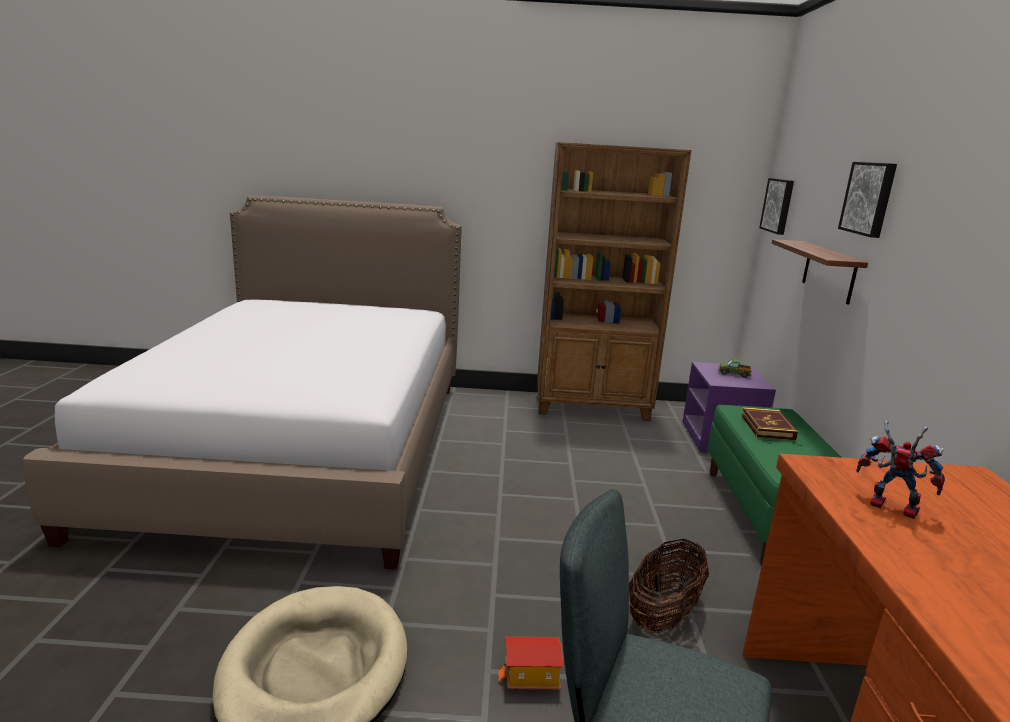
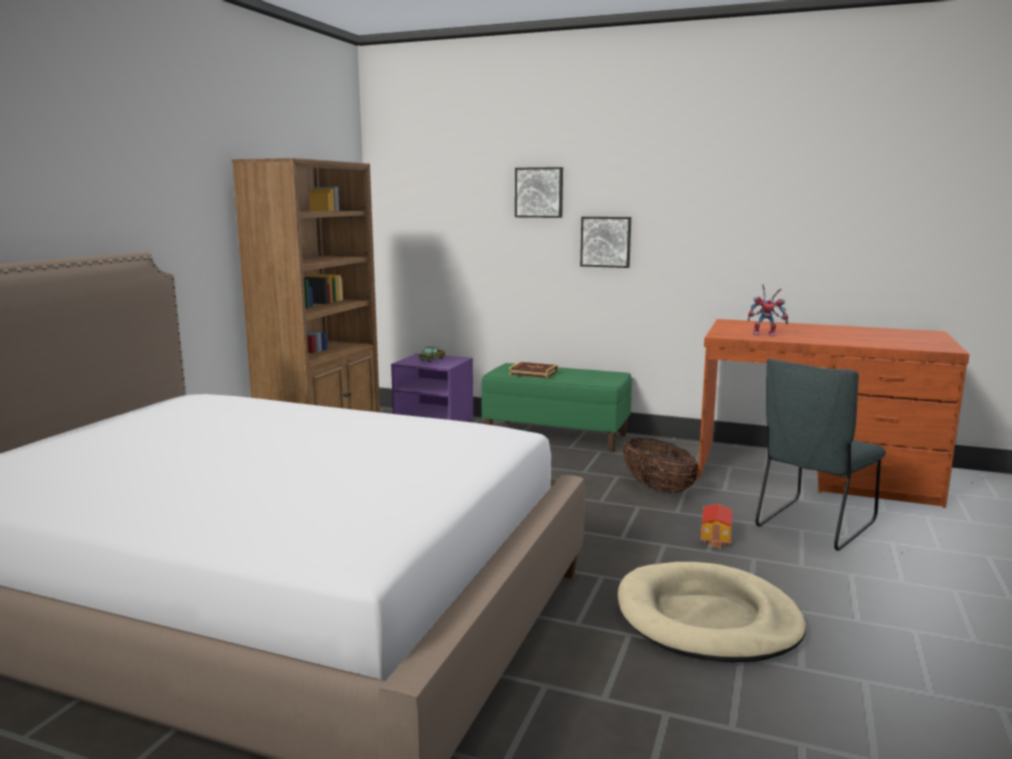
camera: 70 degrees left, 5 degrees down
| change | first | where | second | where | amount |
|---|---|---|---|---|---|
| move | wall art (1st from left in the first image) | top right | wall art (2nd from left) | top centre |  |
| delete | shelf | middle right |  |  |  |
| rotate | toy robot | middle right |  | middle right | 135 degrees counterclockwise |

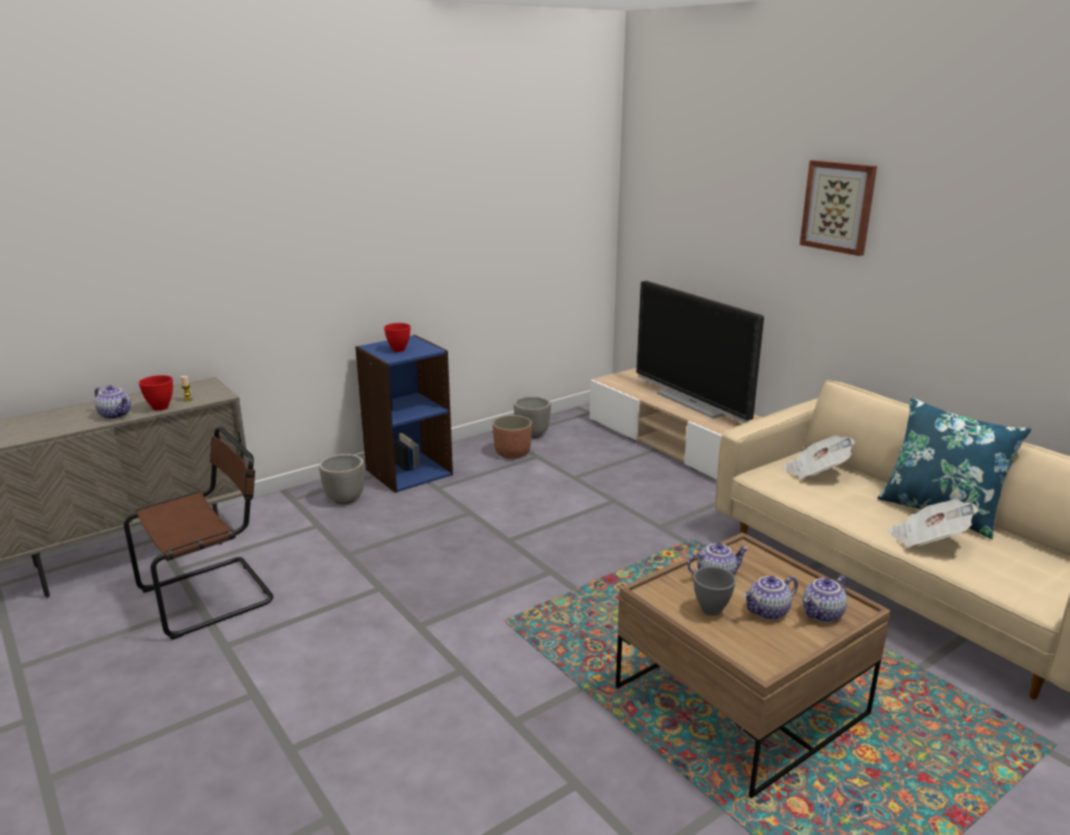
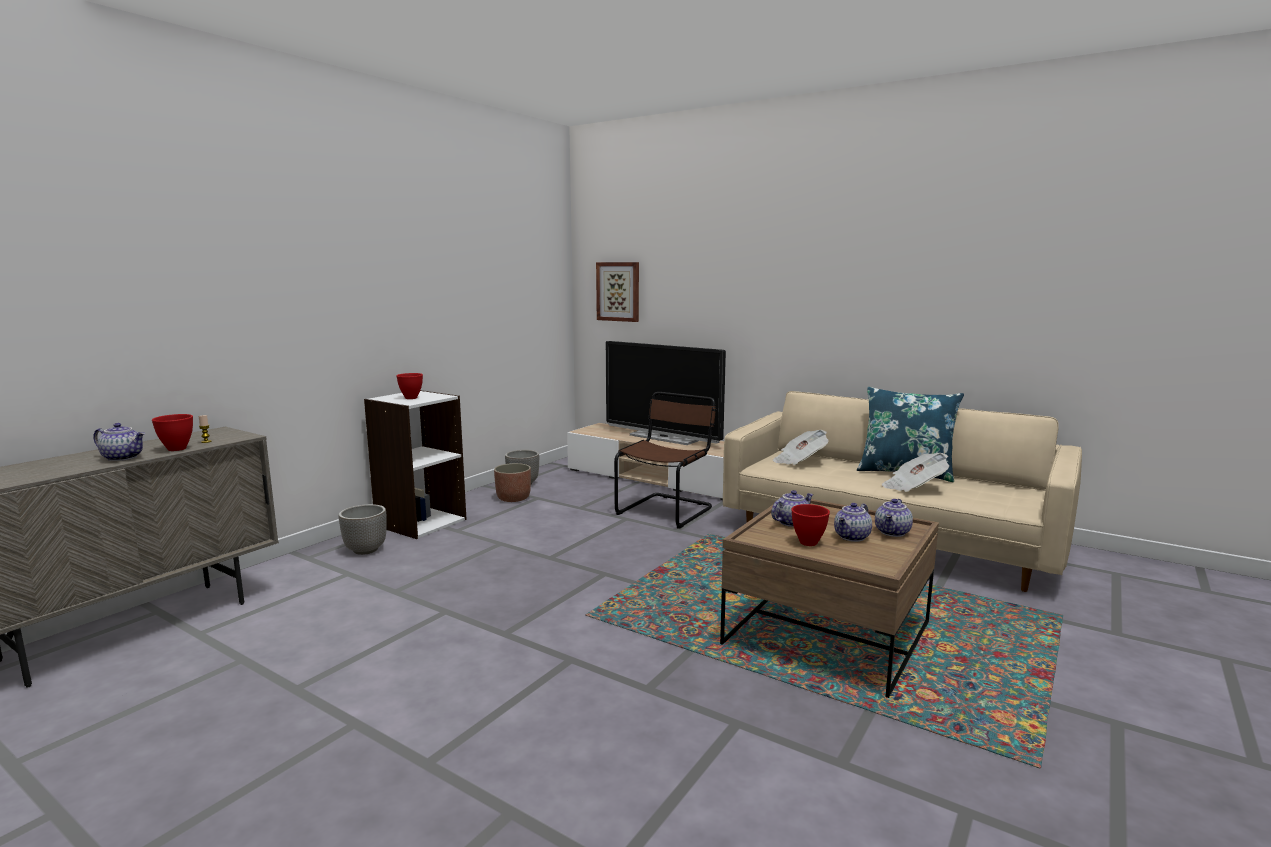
camera: 20 degrees left, 10 degrees down
| change | first | where | second | where | amount |
|---|---|---|---|---|---|
| move | wall art | top right |  | centre |  |
| recolor | blue bookshelf | centre | white bookshelf | middle left |  |
| move | brown-coloured chair | middle left |  | centre |  |
| recolor | greyish bowl | bottom right | red-coloured bowl (3rd from left) | centre |  |

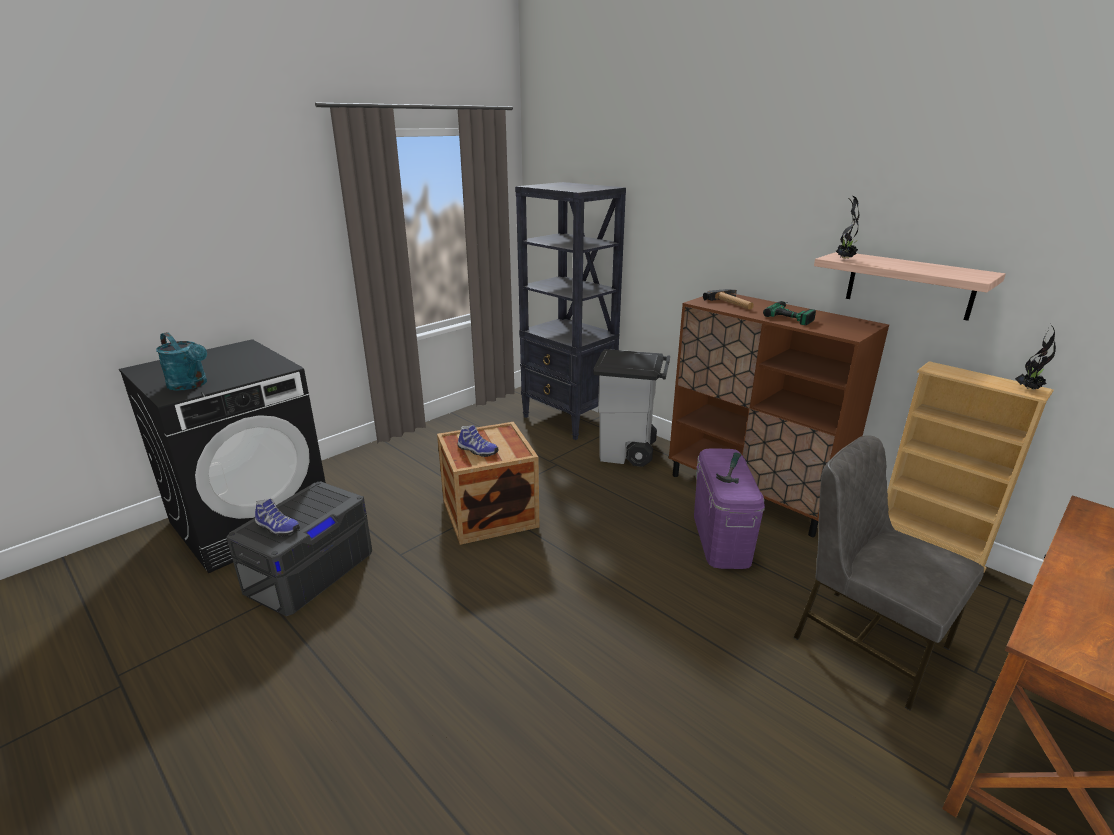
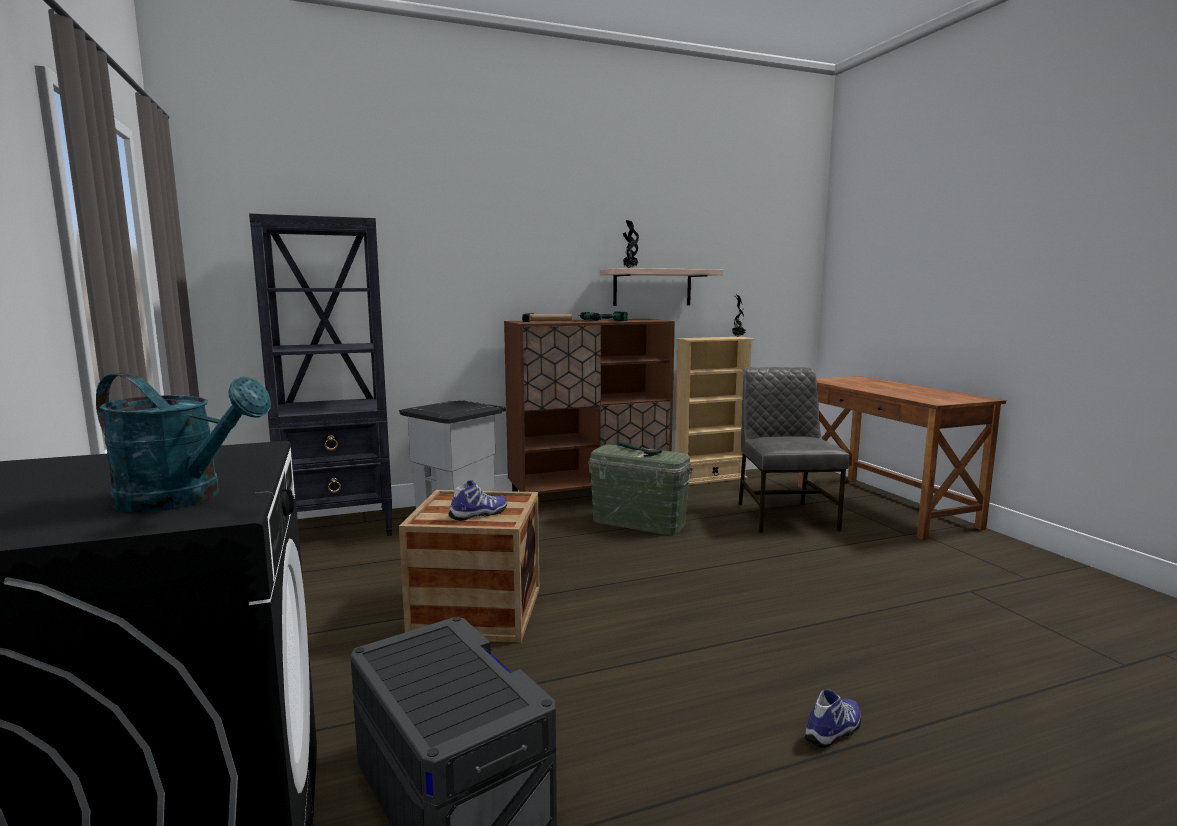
camera: 65 degrees left, 15 degrees down
| change | first | where | second | where | amount |
|---|---|---|---|---|---|
| rotate | turquoise-coloured watering can | middle left |  | middle left | 45 degrees clockwise |
| rotate | greyish chair | bottom right |  | middle right | 105 degrees clockwise |
| recolor | purple storage container | centre | green storage container | centre |  |
| move | low shoe (1st from left in the first image) | middle left | low shoe (2nd from left) | bottom right |  |

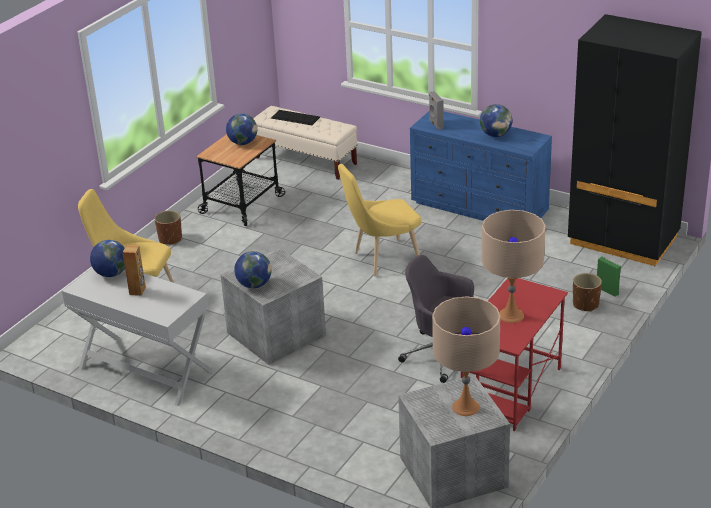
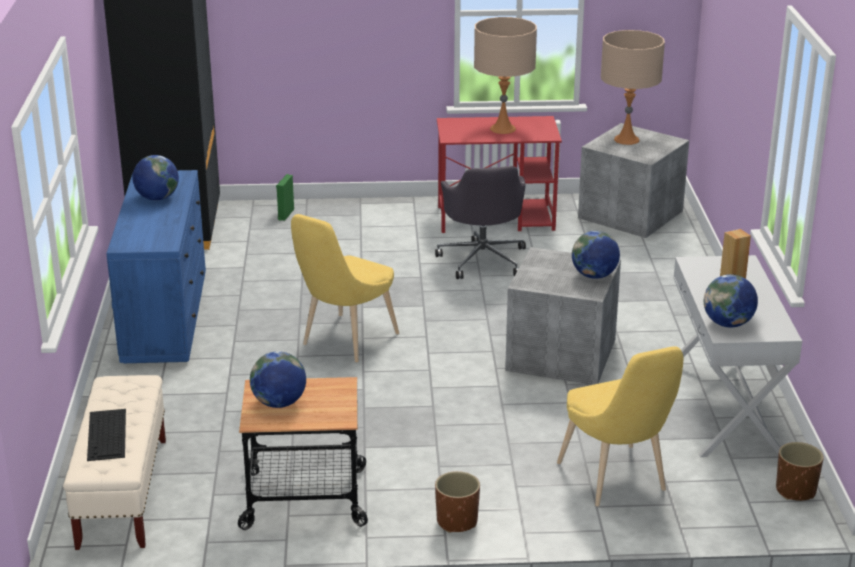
camera: 125 degrees left, 5 degrees down
| change | first | where | second | where | amount |
|---|---|---|---|---|---|
| delete | greyish audio speaker | top centre |  |  |  |
| rotate | yellow-coloured chair (2nd from left in the first image) | centre | yellow-coloured chair (1st from left) | centre | 90 degrees clockwise |
| move | brown-coloured flower pot (2nd from left) | middle right |  | bottom right |  |

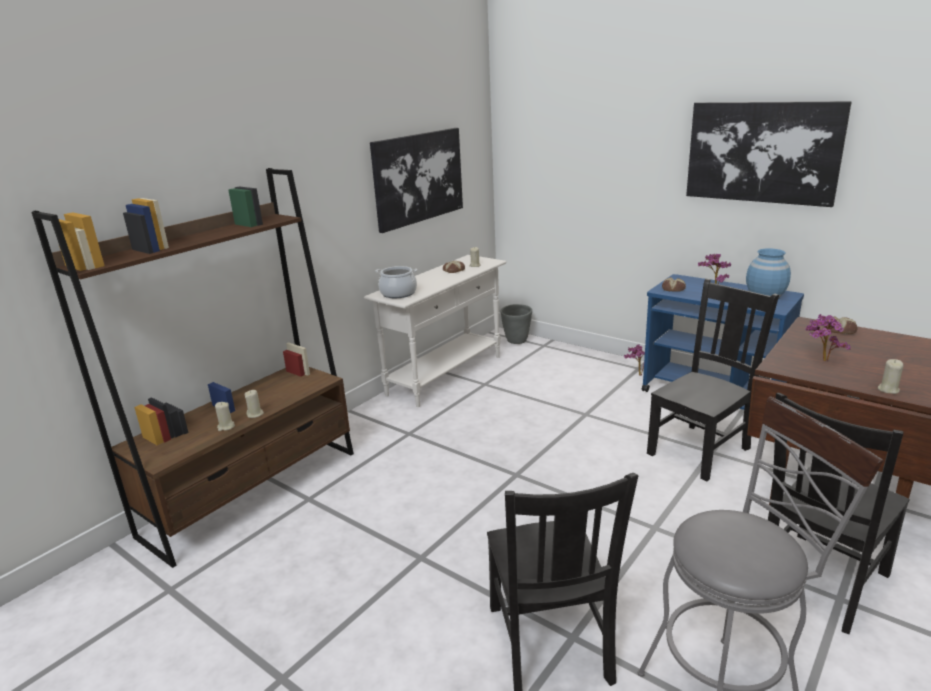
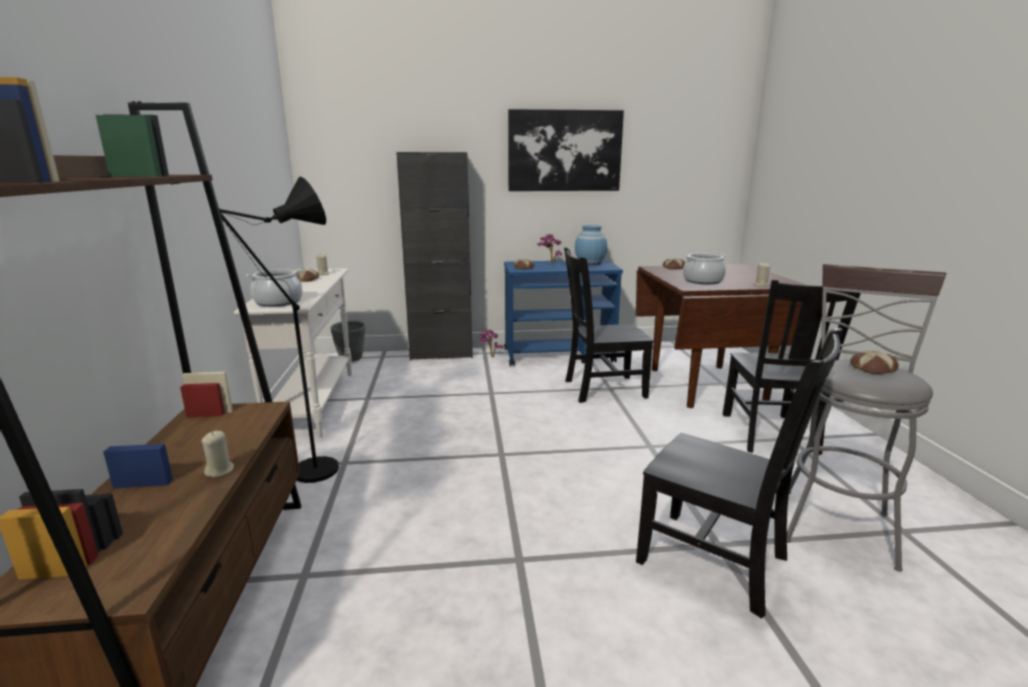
camera: 45 degrees left, 5 degrees down
| change | first | where | second | where | amount |
|---|---|---|---|---|---|
| delete | wall art (1st from left) | top centre |  |  |  |
| rotate | blackish chair (2nd from left in the first image) | middle right | blackish chair (1st from left) | centre | 105 degrees counterclockwise |
| replace | plant in a pot (3rd from left) | middle right | saucepot (2nd from left) | middle right |  |
| delete | beige wax candle (1st from left) | middle left |  |  |  |
| insert |  |  | blackish cupboard | centre |  |
| insert |  |  | blackish standing lamp | middle left |  |
| insert |  |  | bakery bread (4th from left) | middle right |  |

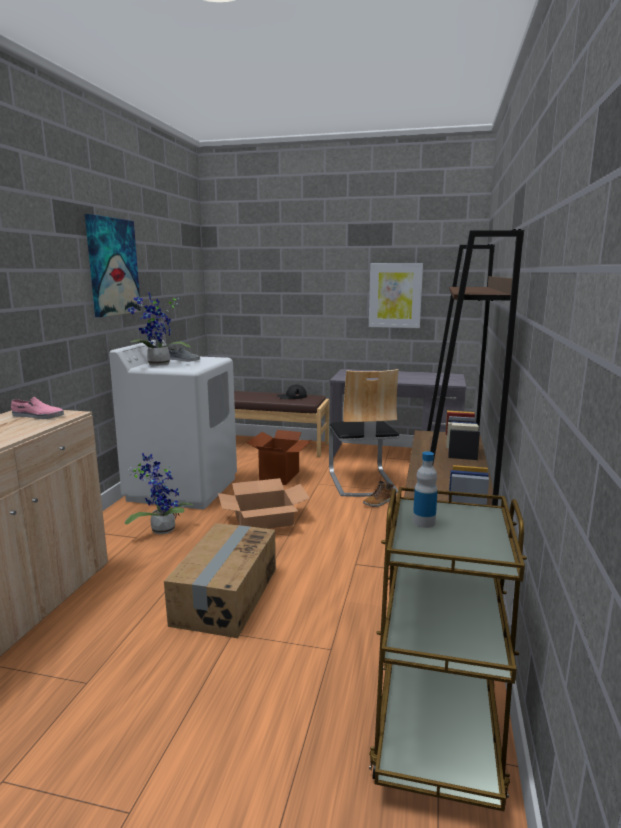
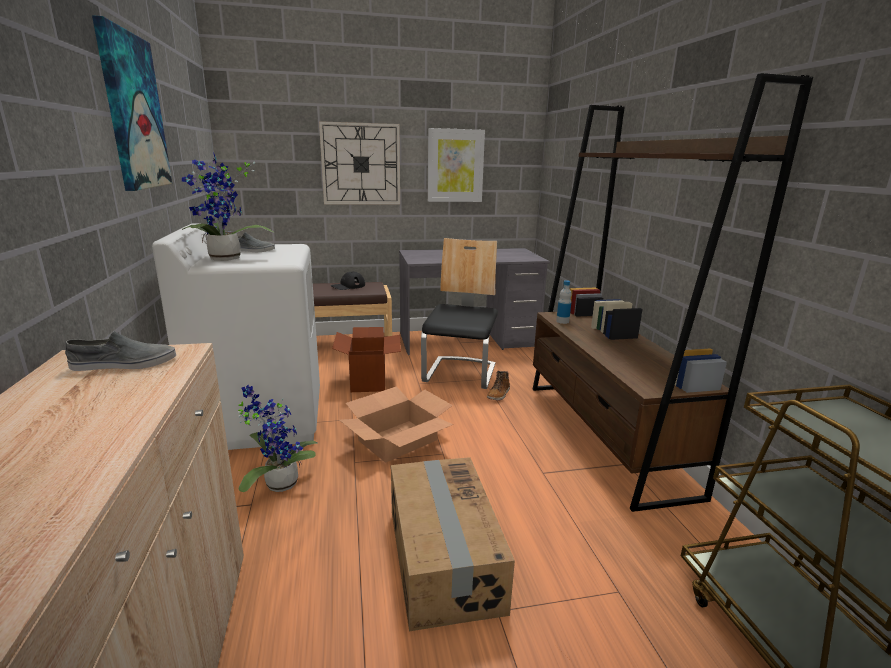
camera: 25 degrees left, 5 degrees up
| change | first | where | second | where | amount |
|---|---|---|---|---|---|
| rotate | chair | centre |  | centre | 135 degrees counterclockwise |
| recolor | pink-coloured low shoe | middle left | greyish low shoe (1st from left) | middle left |  |
| move | bottle | middle right |  | centre |  |
| insert |  |  | hanging clock | top centre |  |

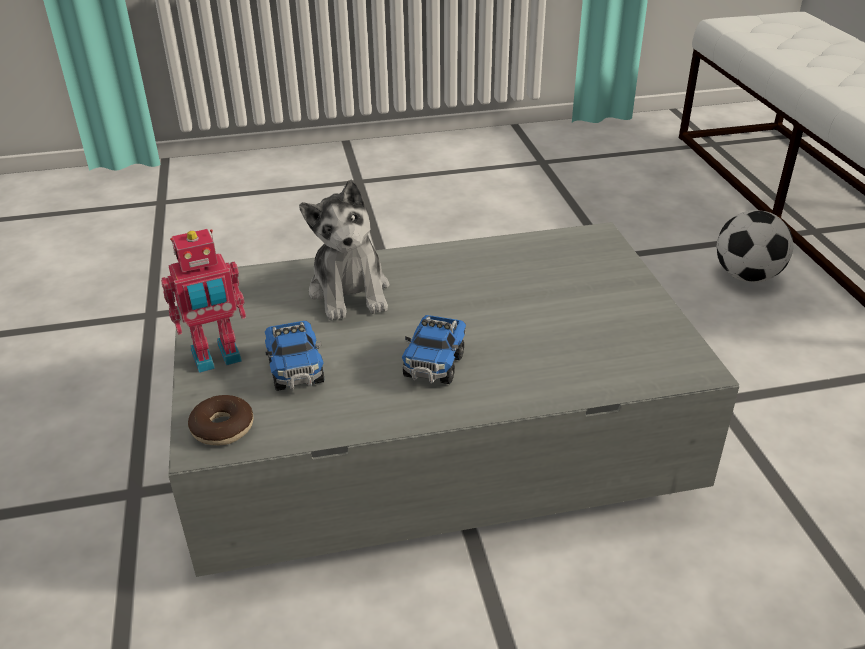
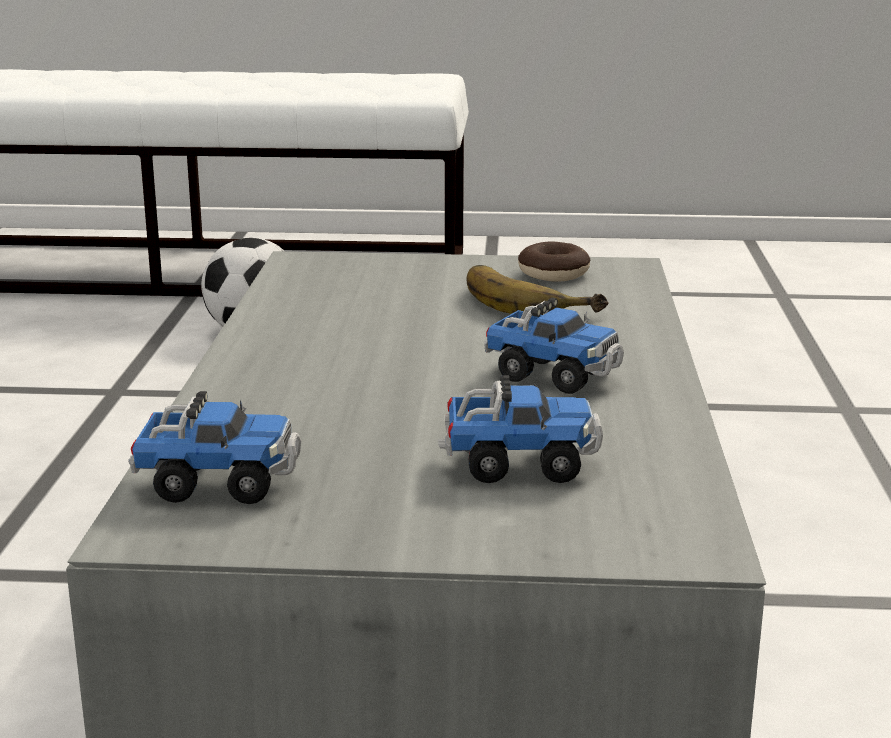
camera: 75 degrees left, 15 degrees down
| change | first | where | second | where | amount |
|---|---|---|---|---|---|
| delete | cuddly toy | centre |  |  |  |
| delete | toy robot | middle left |  |  |  |
| move | ring doughnut | middle left |  | centre |  |
| insert |  |  | banana | centre |  |
| insert |  |  | toy truck (1st from left) | middle left |  |

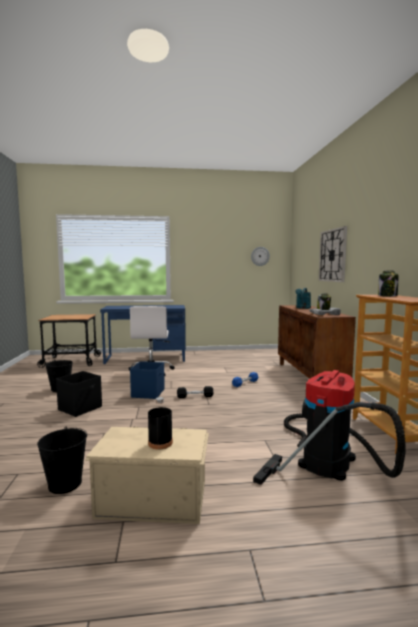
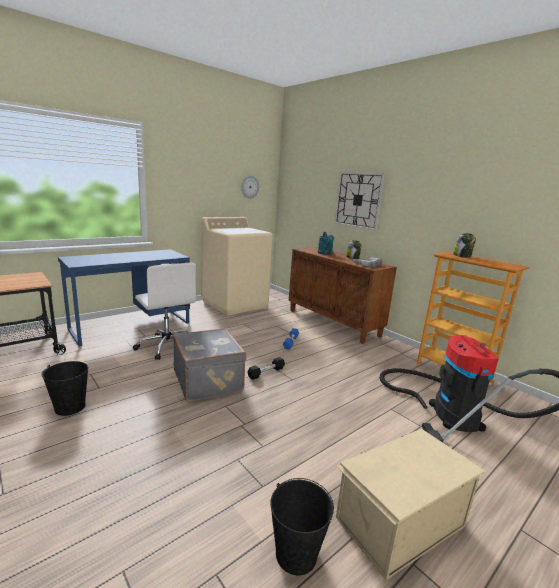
camera: 35 degrees left, 10 degrees up
| change | first | where | second | where | amount |
|---|---|---|---|---|---|
| replace | blue storage container | centre | greyish suitcase | centre |  |
| delete | blackish storage container | middle left |  |  |  |
| delete | blackish bottle | bottom centre |  |  |  |
| insert |  |  | beige laundry machine | centre |  |

